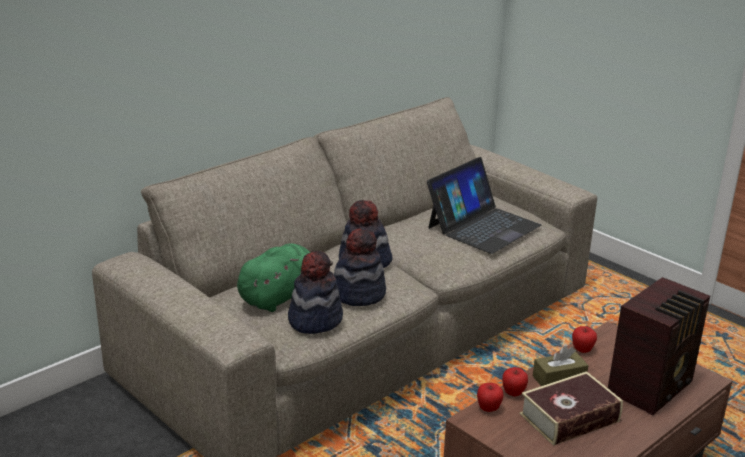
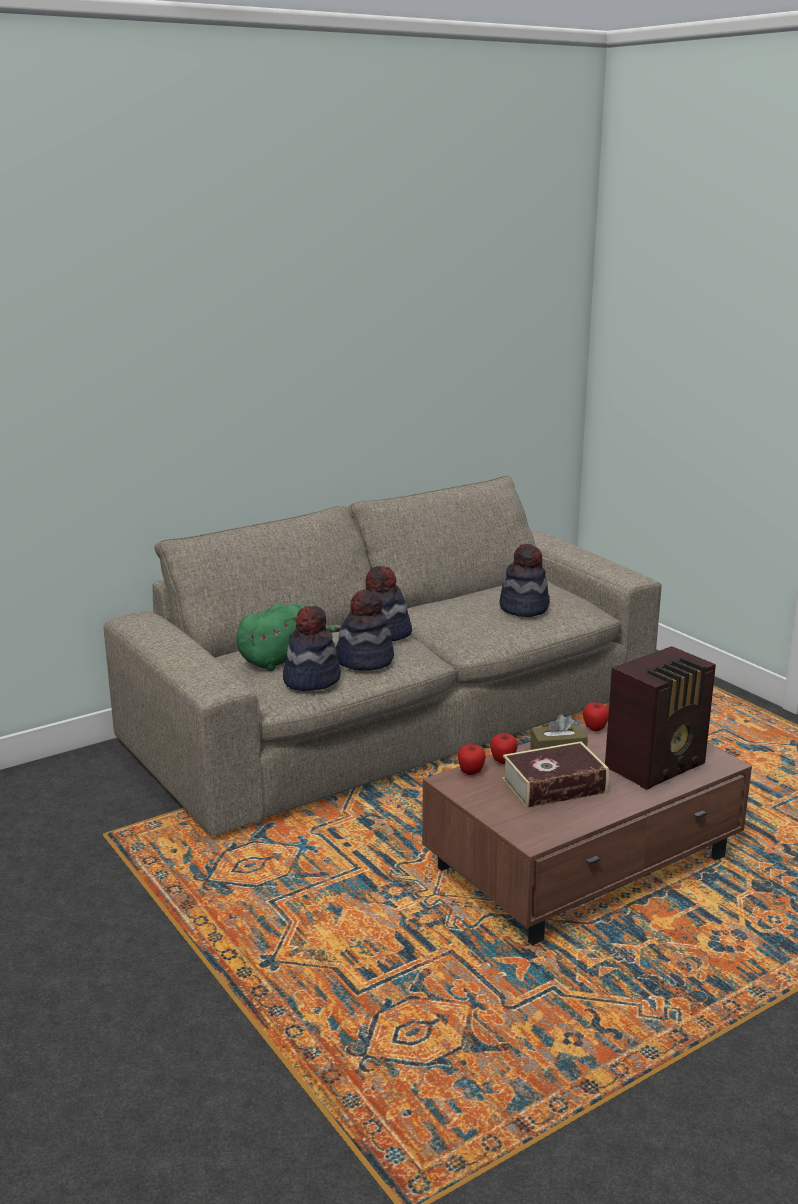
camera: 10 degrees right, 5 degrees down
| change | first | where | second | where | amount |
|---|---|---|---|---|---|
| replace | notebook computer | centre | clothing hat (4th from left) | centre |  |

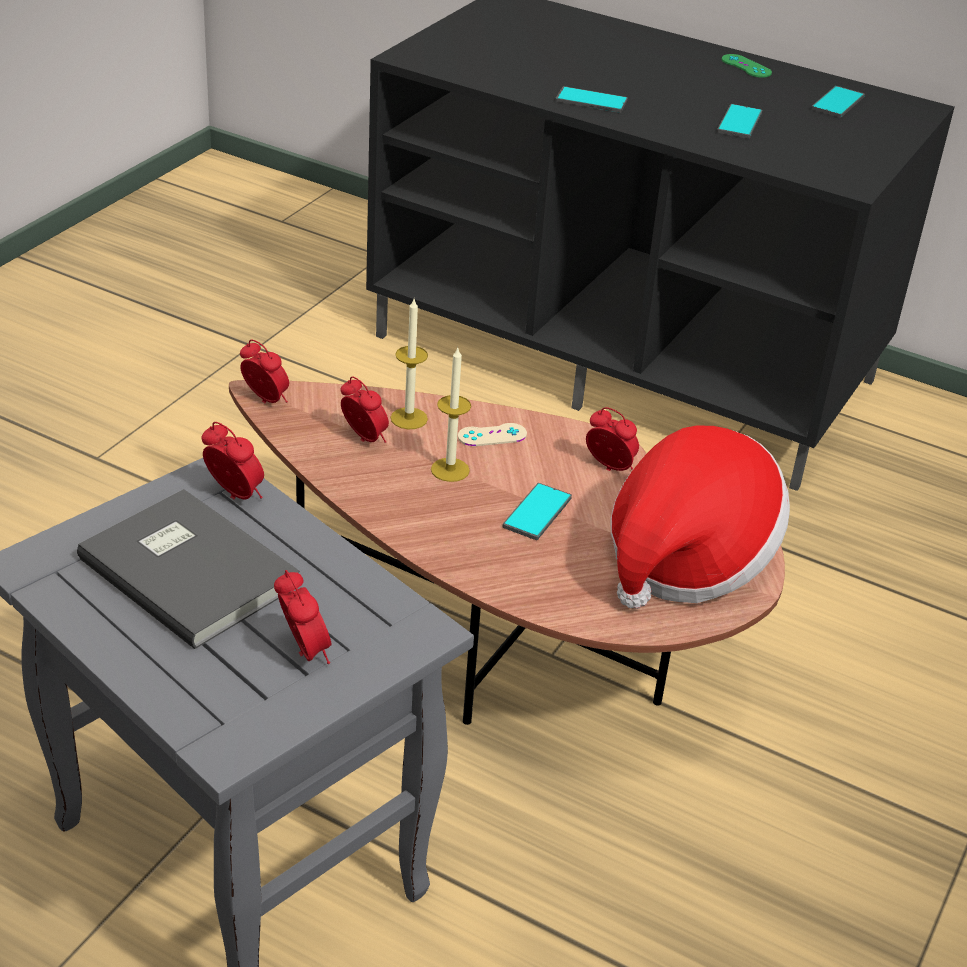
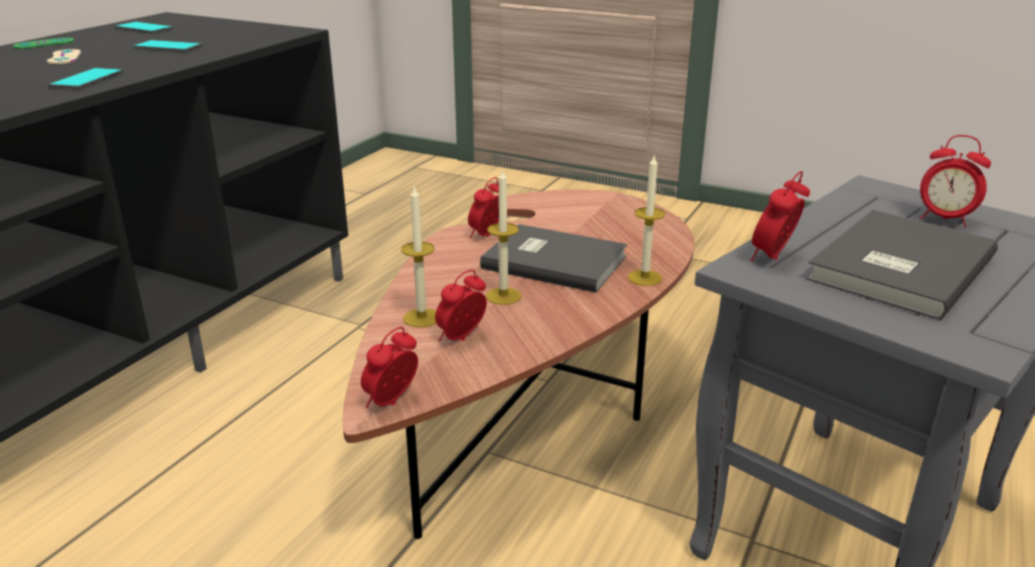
camera: 90 degrees left, 10 degrees down
| change | first | where | second | where | amount |
|---|---|---|---|---|---|
| move | beige gamepad | centre |  | top left |  |
| delete | clothing hat | middle right |  |  |  |
| replace | telephone (1st from left) | centre | greyish book (1st from left) | centre |  |
| rotate | alarm clock (3rd from left in the first image) | middle left | alarm clock (5th from left) | top right | 120 degrees counterclockwise |
| insert |  |  | wax candle (3rd from left) | centre |  |

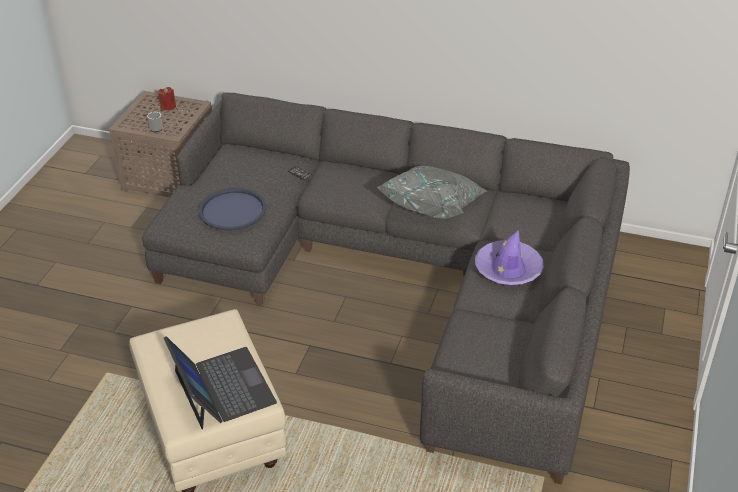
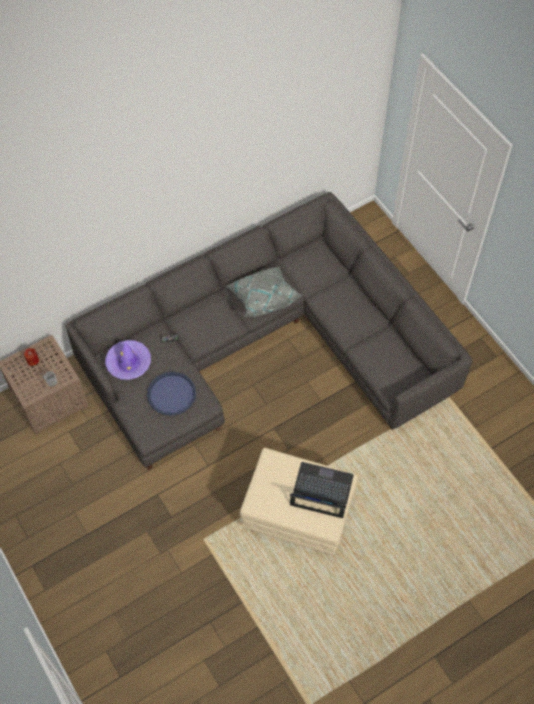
camera: 50 degrees left, 20 degrees up
| change | first | where | second | where | amount |
|---|---|---|---|---|---|
| move | purple clothing hat | middle right |  | middle left |  |

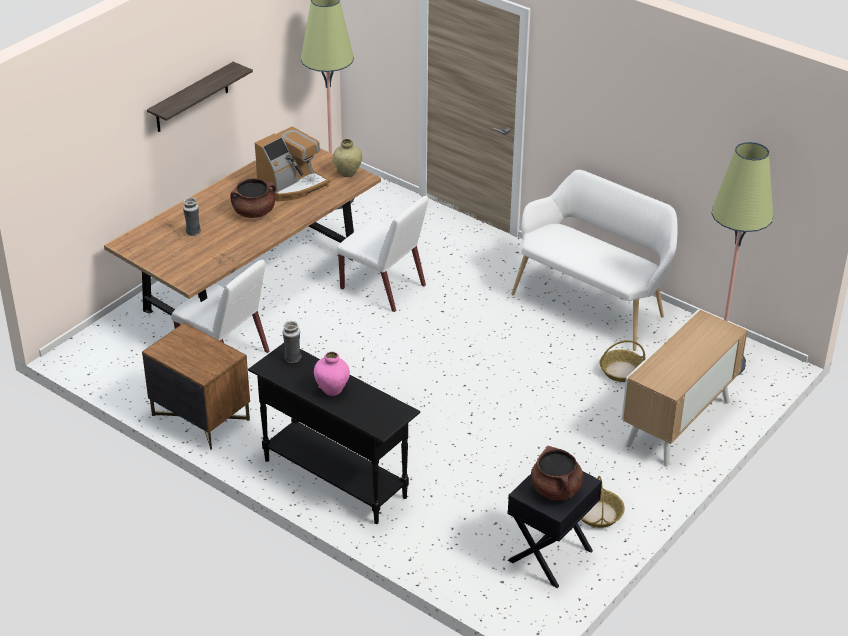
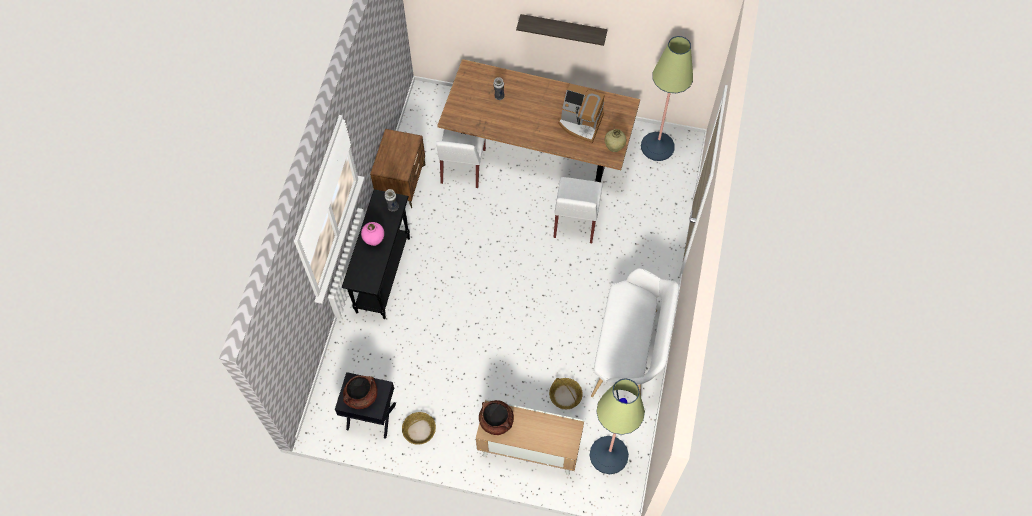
camera: 65 degrees right, 25 degrees up
| change | first | where | second | where | amount |
|---|---|---|---|---|---|
| move | brown-coloured saucepot (1st from left in the first image) | top left | brown-coloured saucepot (2nd from left) | bottom centre |  |

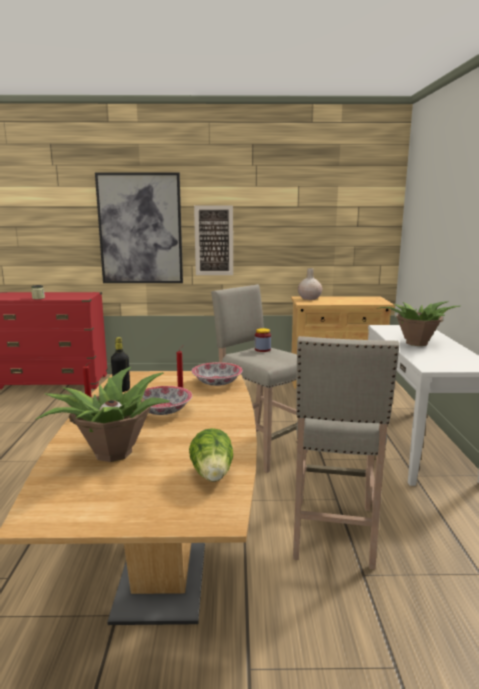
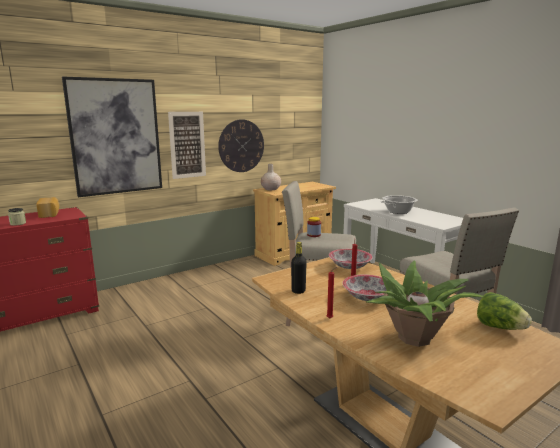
camera: 35 degrees left, 0 degrees up
| change | first | where | second | where | amount |
|---|---|---|---|---|---|
| replace | plant in a pot (2nd from left) | middle right | saucepot | middle right |  |
| insert |  |  | hanging clock | top centre |  |
| insert |  |  | bakery bread | middle left |  |

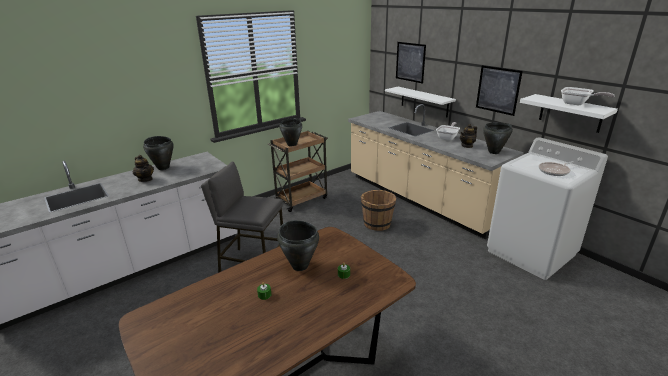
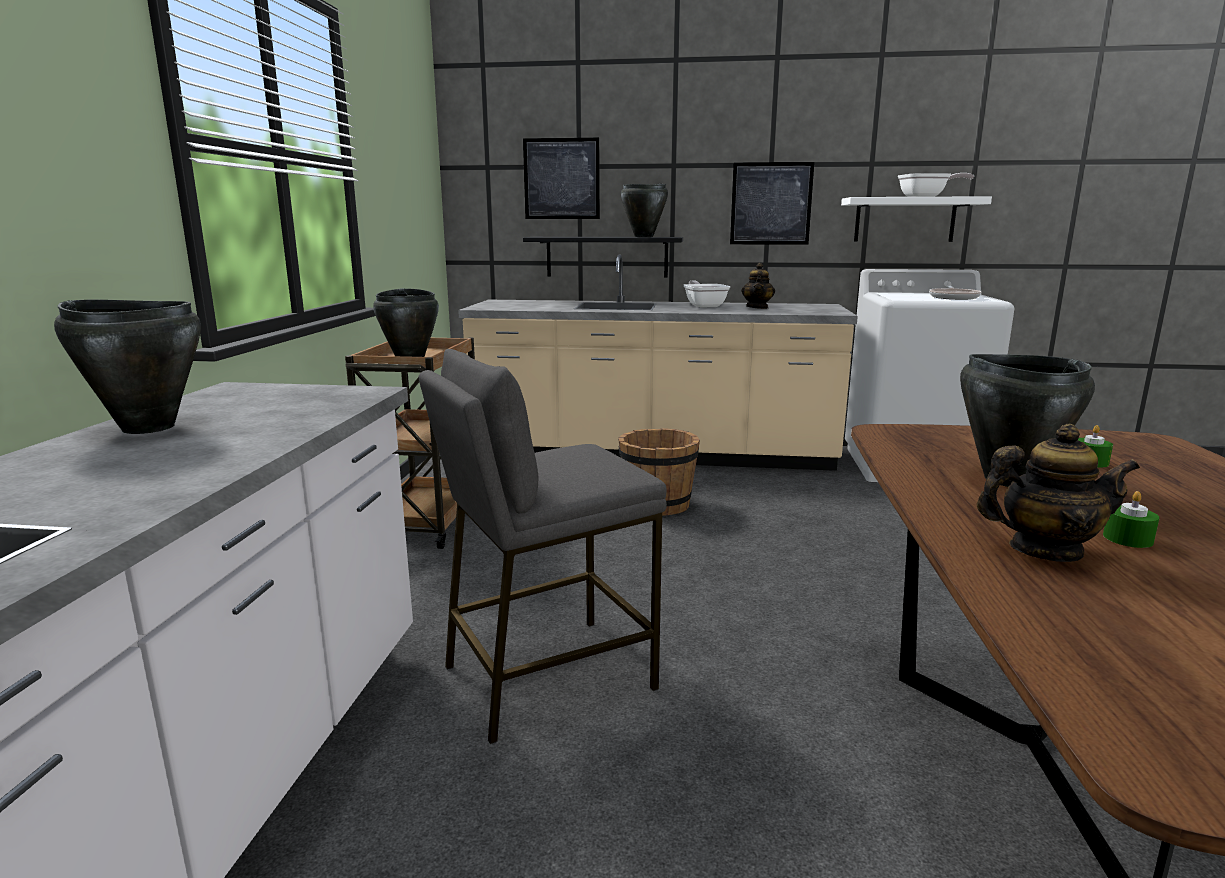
camera: 45 degrees left, 10 degrees down
| change | first | where | second | where | amount |
|---|---|---|---|---|---|
| recolor | white shelf (1st from left) | top centre | blackish shelf | top centre |  |
| move | blackish saucepot (4th from left in the first image) | middle right | blackish saucepot (3rd from left) | top centre |  |
| move | tea pot (1st from left in the first image) | middle left | tea pot (2nd from left) | middle right |  |

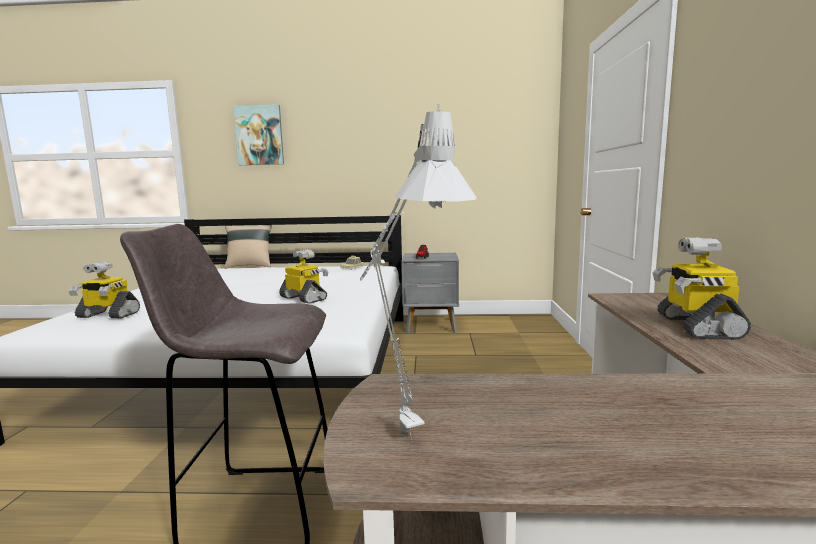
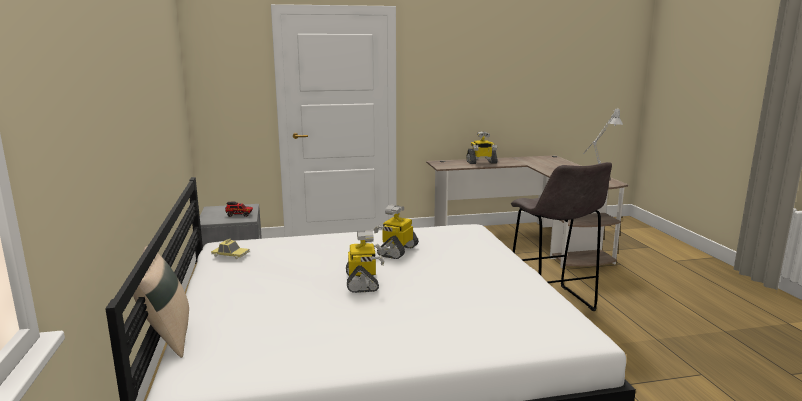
camera: 105 degrees left, 5 degrees up
| change | first | where | second | where | amount |
|---|---|---|---|---|---|
| delete | wall art | top left |  |  |  |
| move | toy robot (1st from left) | middle left |  | centre |  |

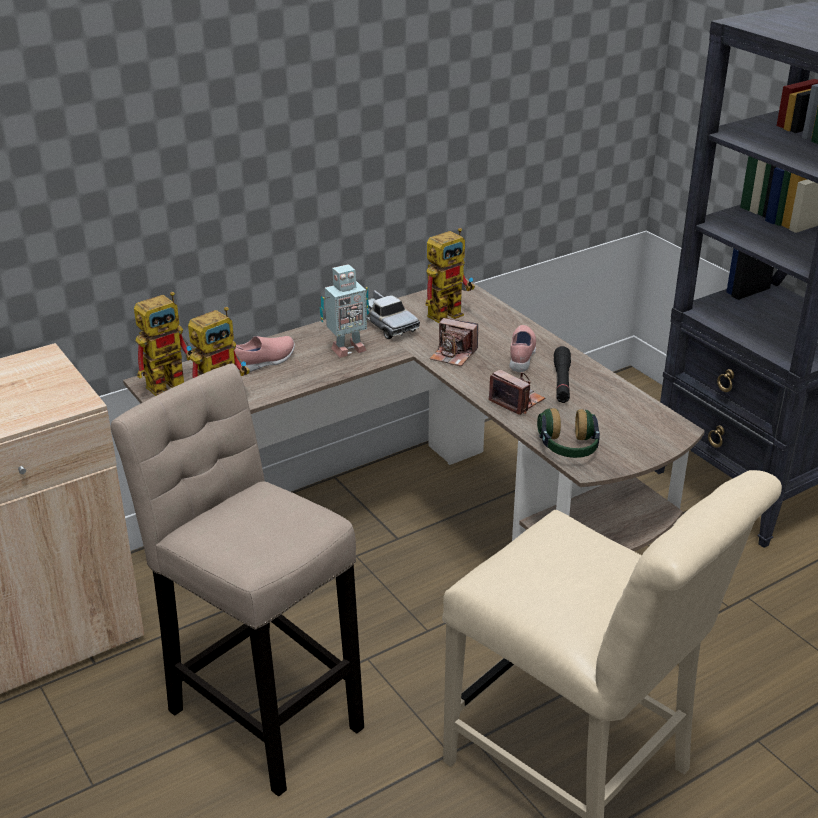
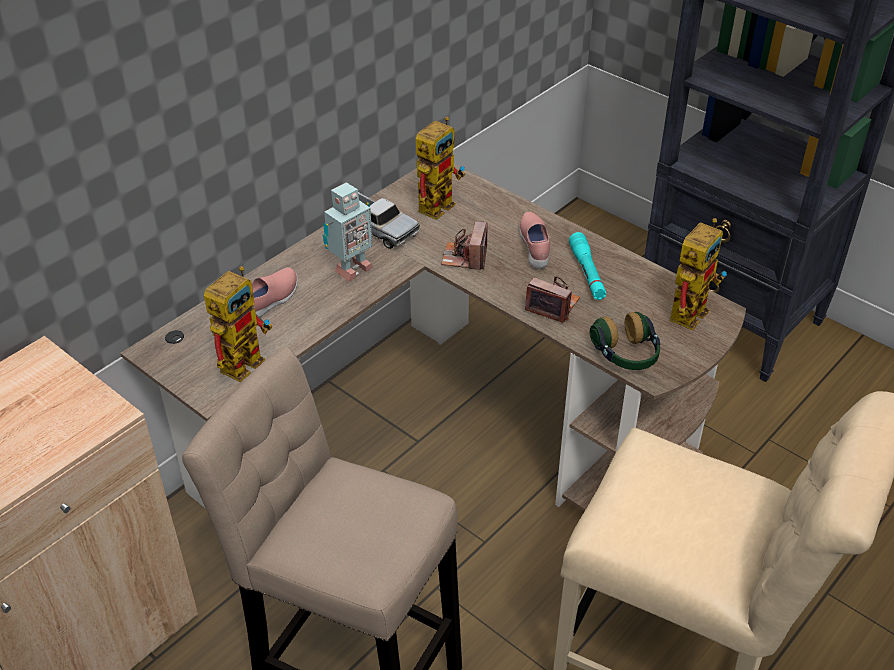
camera: 15 degrees left, 10 degrees up
| change | first | where | second | where | amount |
|---|---|---|---|---|---|
| move | toy robot (1st from left in the first image) | middle left | toy robot (4th from left) | middle right |  |
| rotate | photo camera (1st from left) | centre |  | centre | 90 degrees clockwise |
| recolor | blackish flashlight | middle right | turquoise-coloured flashlight | centre |  |

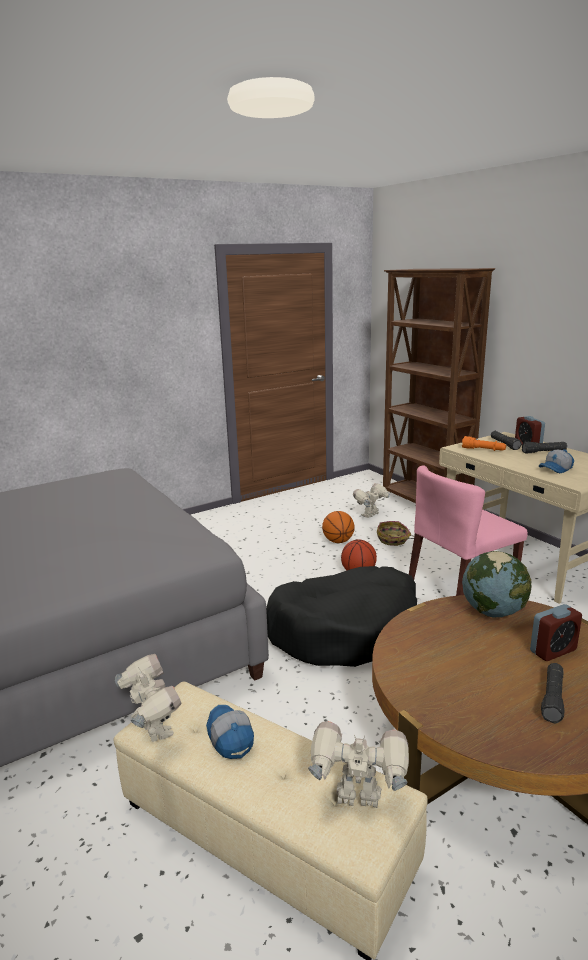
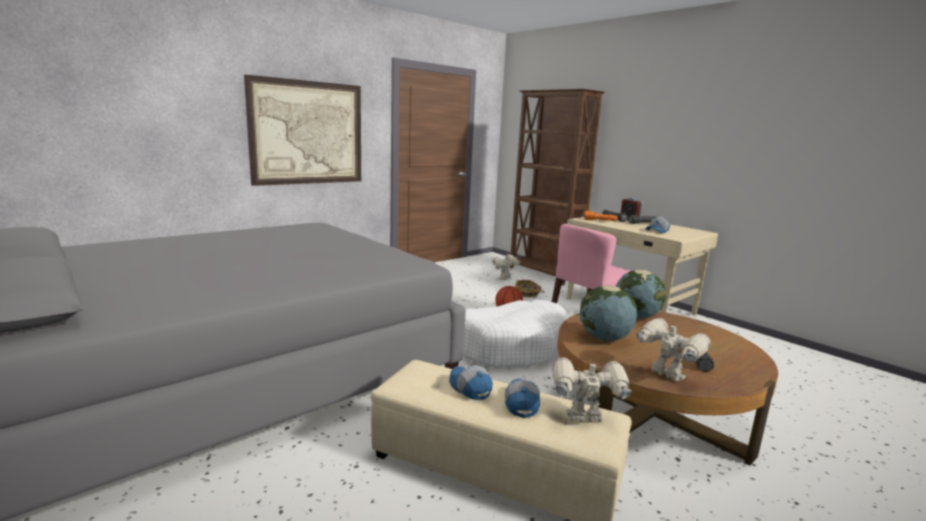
camera: 10 degrees left, 5 degrees down
| change | first | where | second | where | amount |
|---|---|---|---|---|---|
| delete | basketball (1st from left) | centre |  |  |  |
| recolor | blackish dog cushion | centre | white dog cushion | centre |  |
| delete | alarm clock (2nd from left) | middle right |  |  |  |
| move | toy robot (1st from left in the first image) | bottom left | toy robot (3rd from left) | bottom right |  |
| insert |  |  | wall art | top left |  |
| insert |  |  | world globe (1st from left) | centre |  |
| insert |  |  | cap (2nd from left) | bottom centre |  |

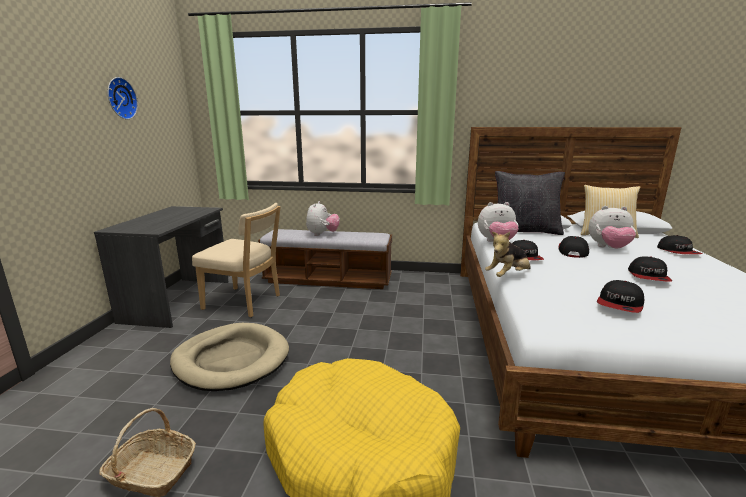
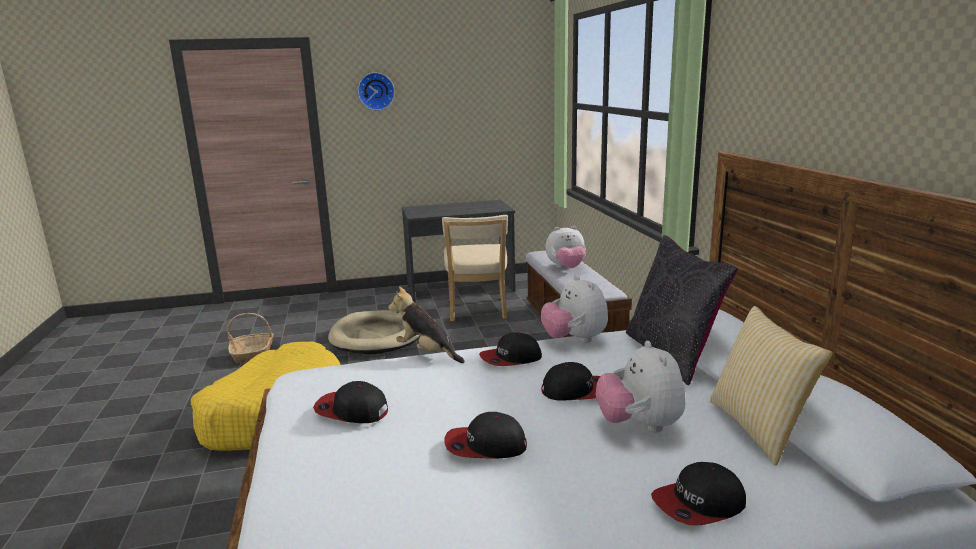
camera: 70 degrees right, 0 degrees up
| change | first | where | second | where | amount |
|---|---|---|---|---|---|
| move | hanging clock | top left |  | top centre |  |

